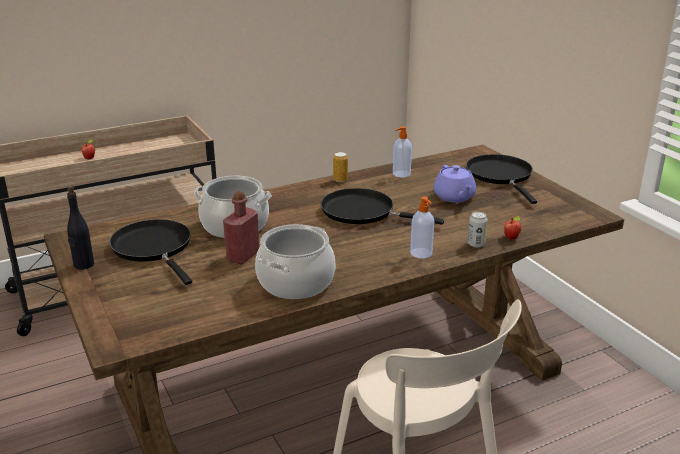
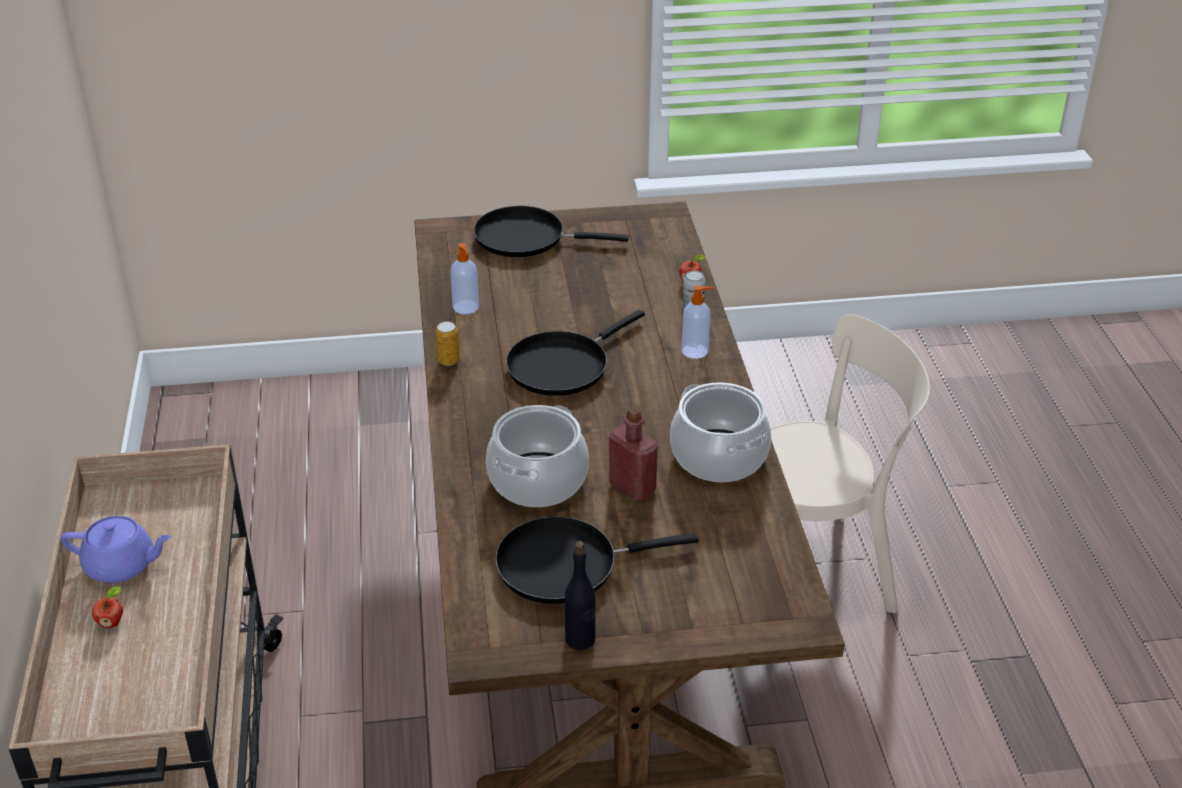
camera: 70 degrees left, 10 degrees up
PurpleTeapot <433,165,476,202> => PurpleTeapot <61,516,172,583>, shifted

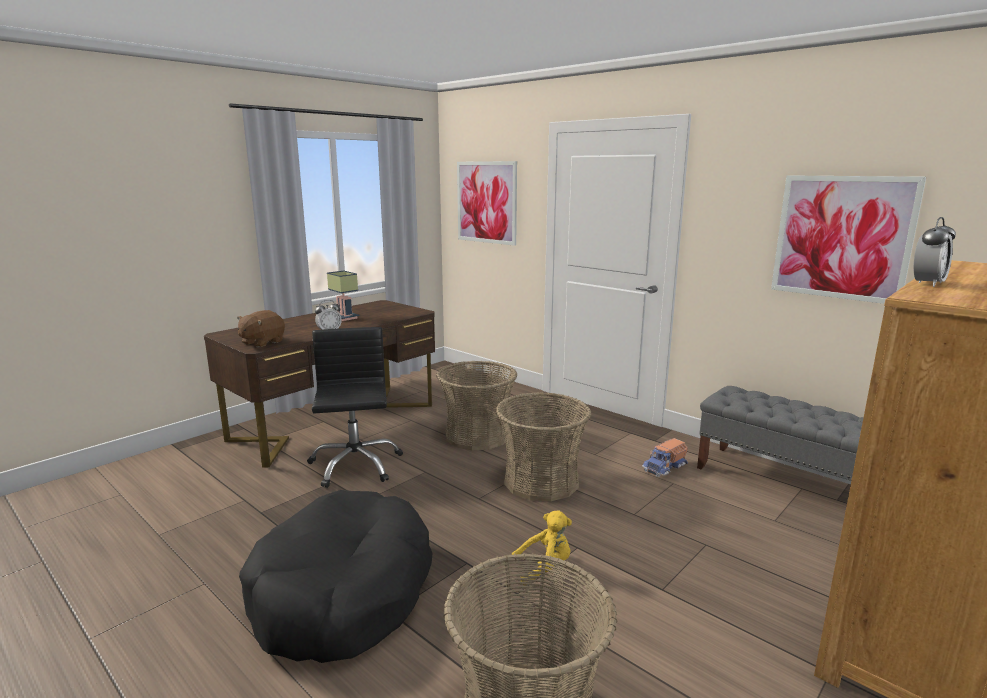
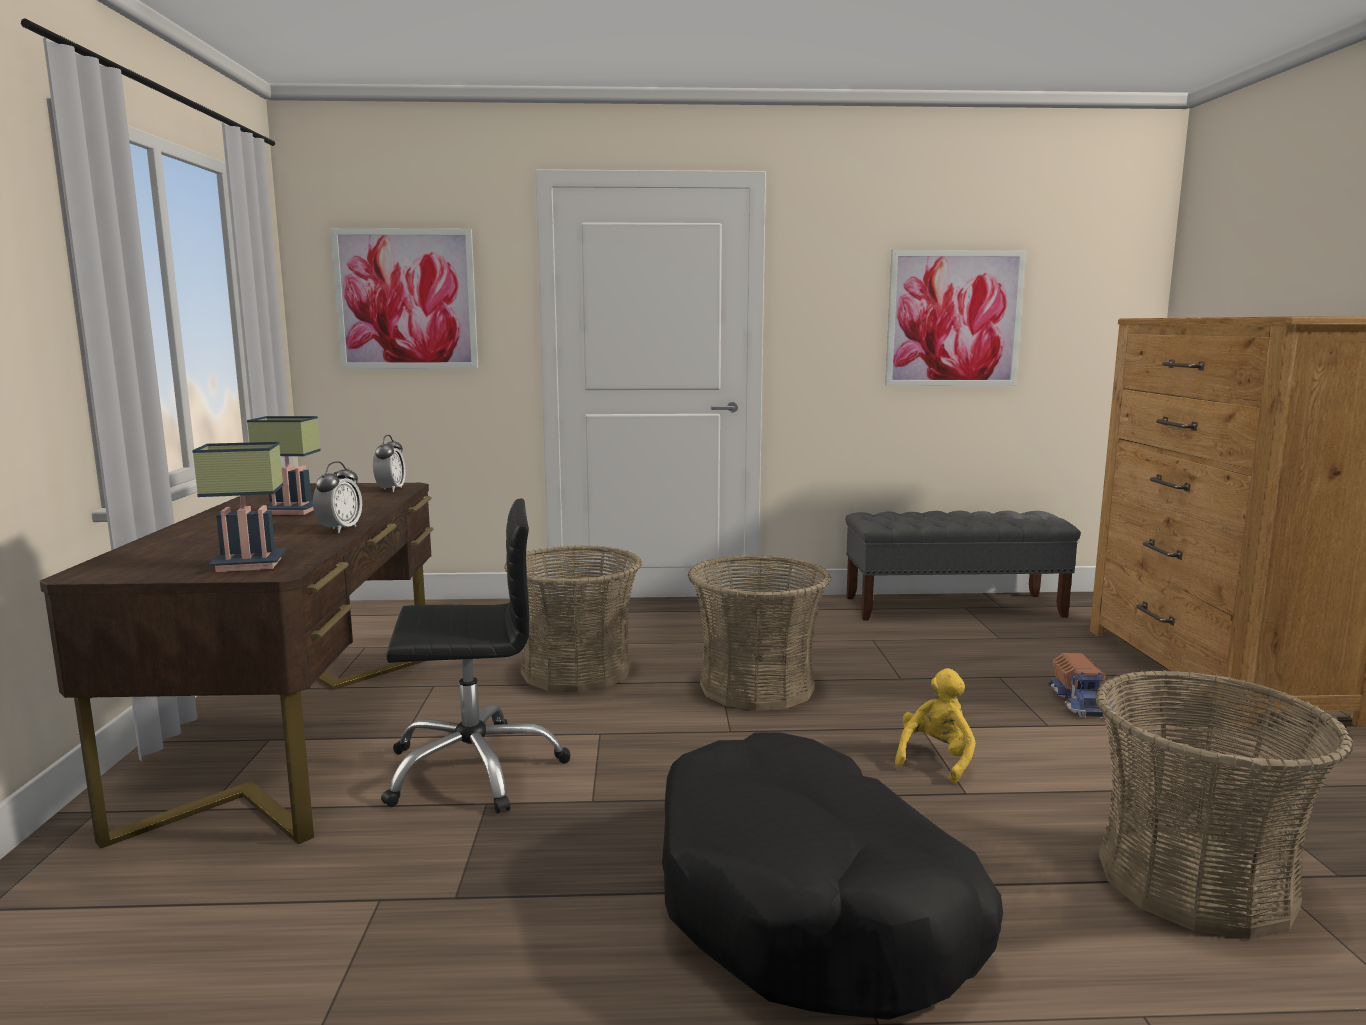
camera: 45 degrees left, 5 degrees down
ToyTruck <642,438,688,477> => ToyTruck <1048,653,1116,718>, shifted
AlarmClock <913,217,956,287> => AlarmClock <373,435,406,492>, shifted
BrownPlushToy <237,310,285,348> => TableLamp <192,442,287,572>
BlackOfficeChair <307,327,403,488> => BlackOfficeChair <381,498,571,814>, 135 degrees clockwise

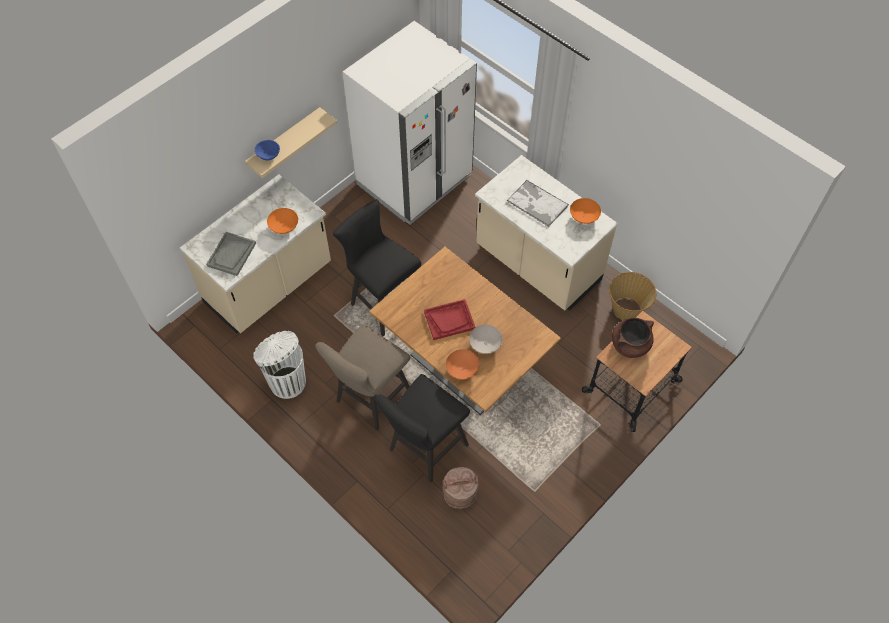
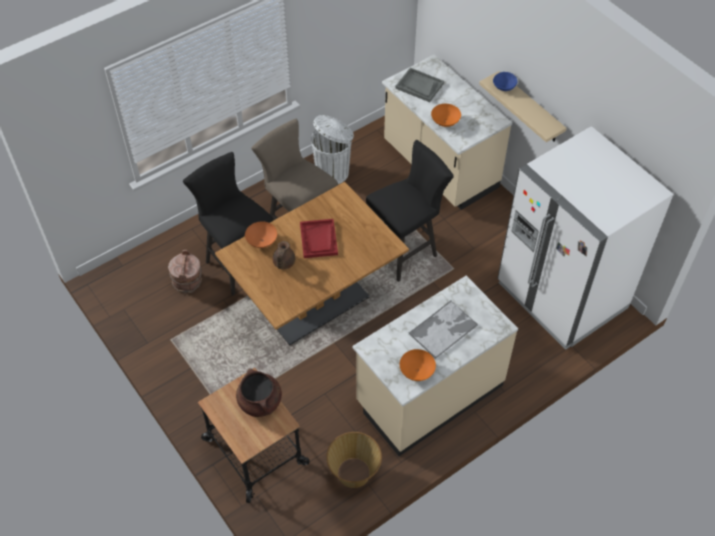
camera: 100 degrees right, 5 degrees down
WhiteBowl <469,325,502,354> => BrownTeapot <272,241,295,269>

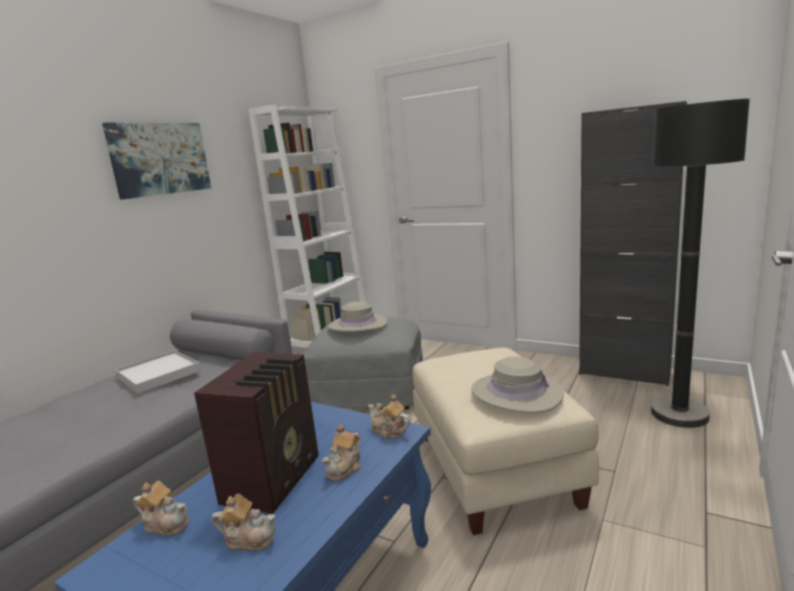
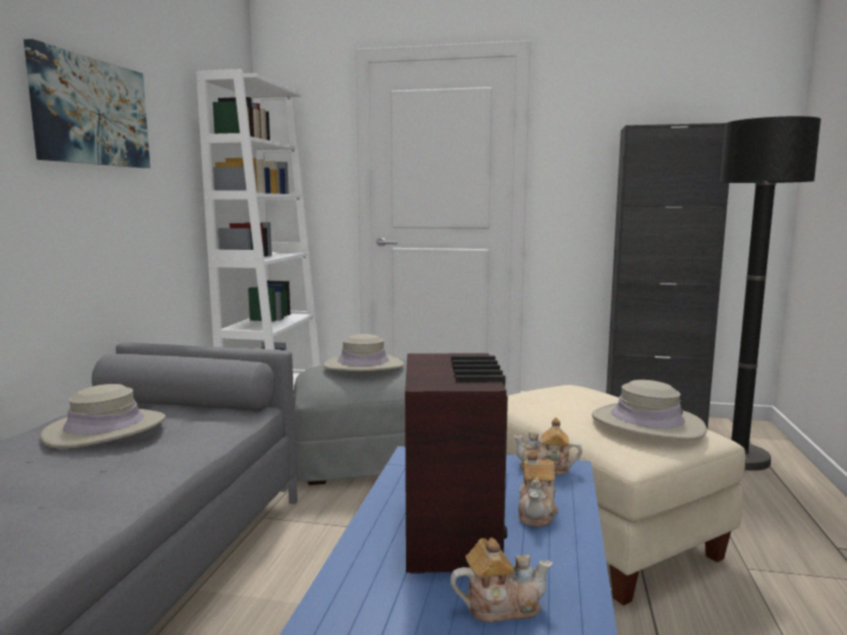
camera: 20 degrees left, 5 degrees down
Teapot <133,481,189,536> => nothing
WhiteTray <115,350,201,394> => BeigeHat <40,384,166,449>

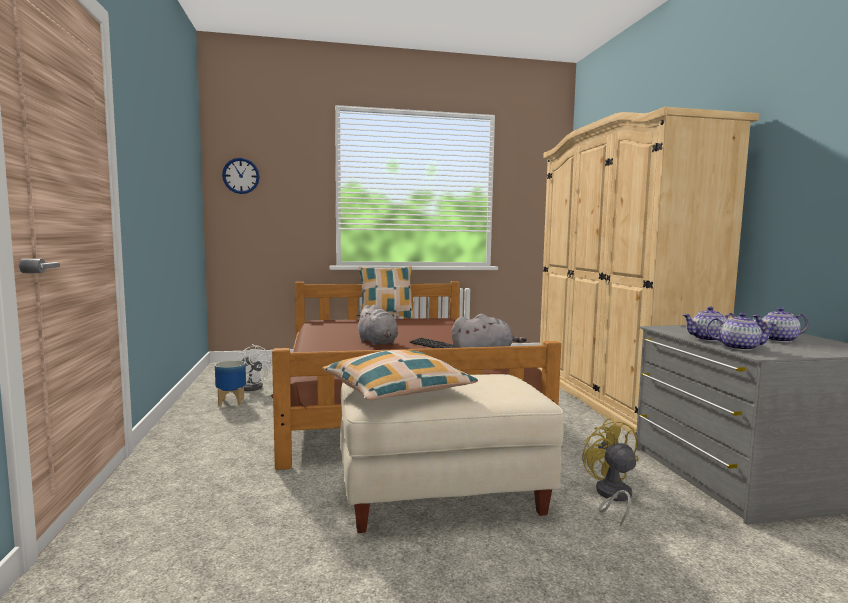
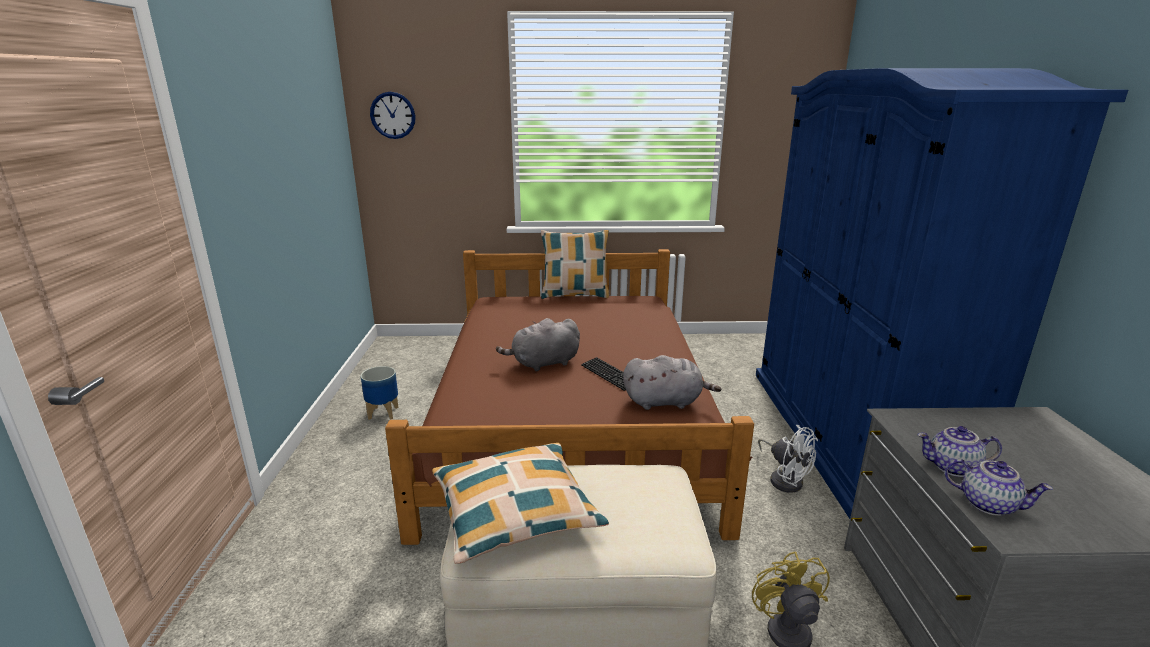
camera: 10 degrees right, 15 degrees up
Teapot <753,307,809,342> => nothing
WhiteFan <238,344,272,391> => WhiteFan <758,425,818,493>, shifted
BeigeWardrobe <538,107,759,436> => BlueWardrobe <756,68,1128,519>
GreyPlushToy <356,305,398,345> => GreyPlushToy <496,318,580,372>, 90 degrees clockwise

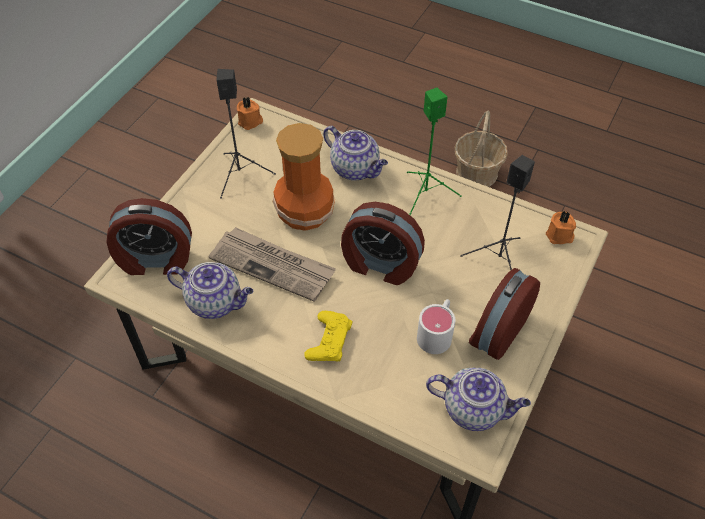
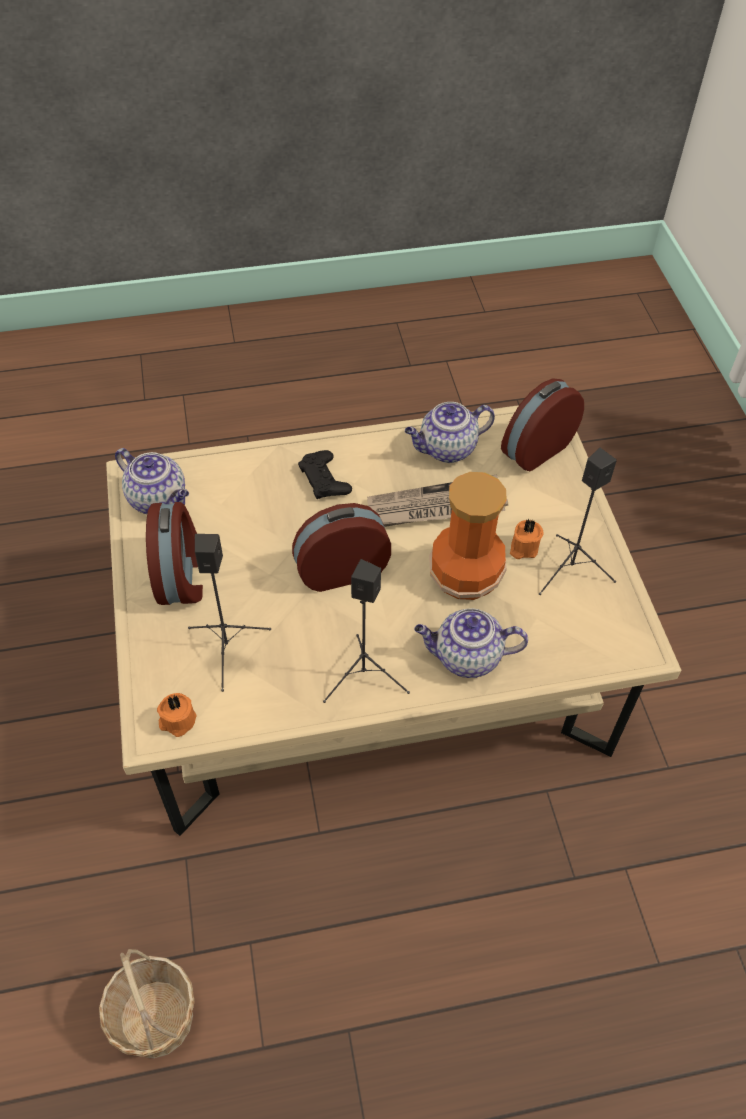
camera: 140 degrees right, 0 degrees up
WhiteMug <417,299,455,354> => nothing
OrangeCandle <237,96,263,130> => OrangeCandle <510,518,544,559>, shifted
Basket <455,111,508,187> => Basket <99,949,195,1058>, shifted
YellowGameController <304,311,353,362> => BlackGameController <298,450,352,499>
GreenSpeaker <407,87,462,215> => BlackSpeaker <323,559,410,703>
Teapot <426,368,531,431> => Teapot <115,448,189,514>, 120 degrees counterclockwise

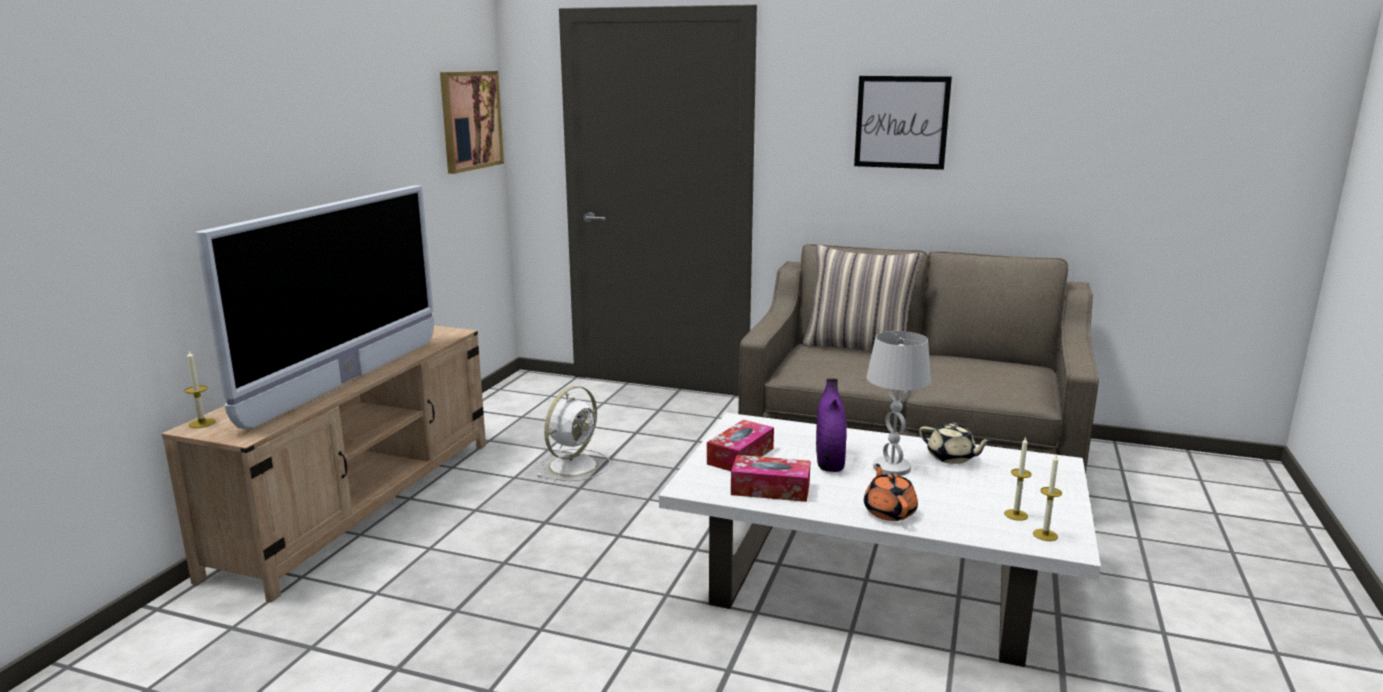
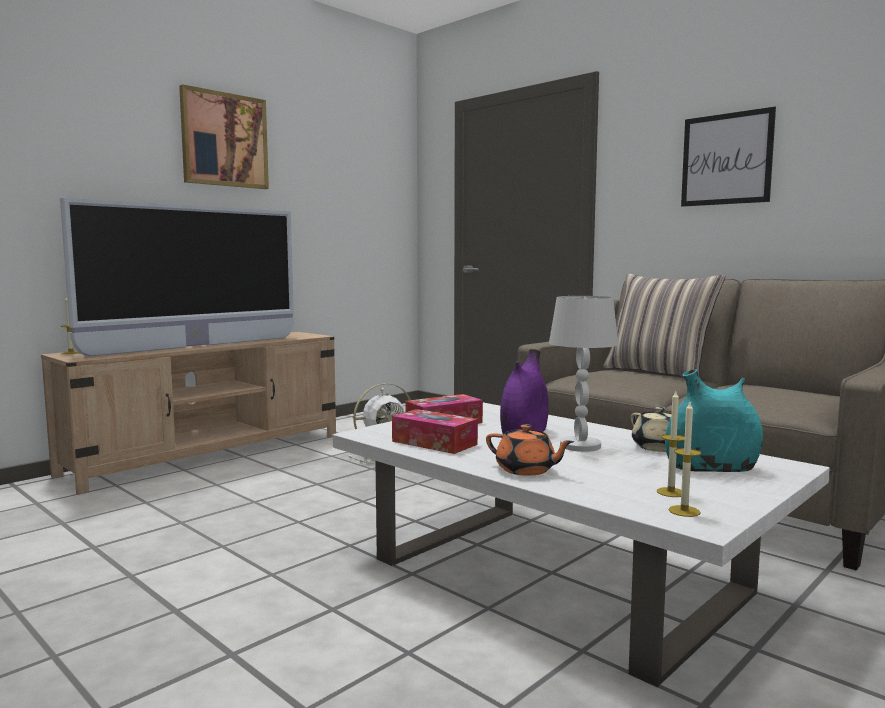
camera: 25 degrees right, 10 degrees down
nothing => TurquoiseVase <665,369,763,472>
Picture <440,71,504,174> => Picture <179,84,269,189>, shifted
OrangeTeapot <864,464,918,521> => OrangeTeapot <486,424,574,476>, 105 degrees clockwise

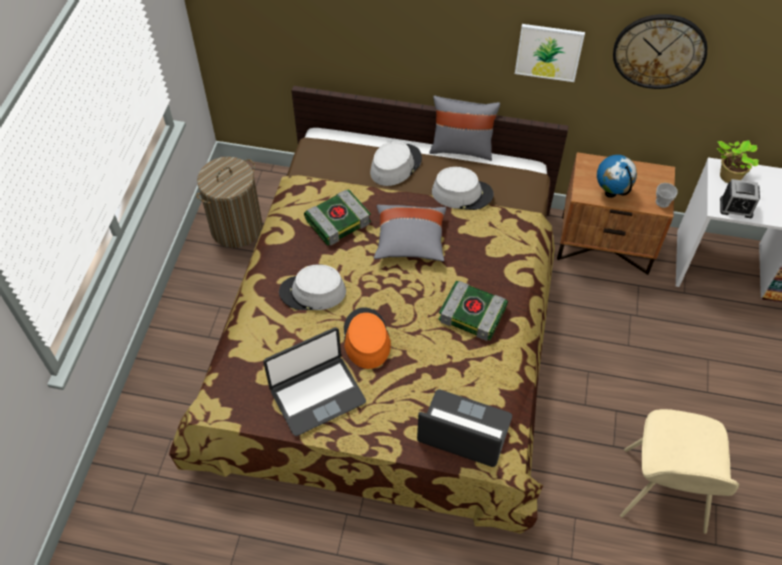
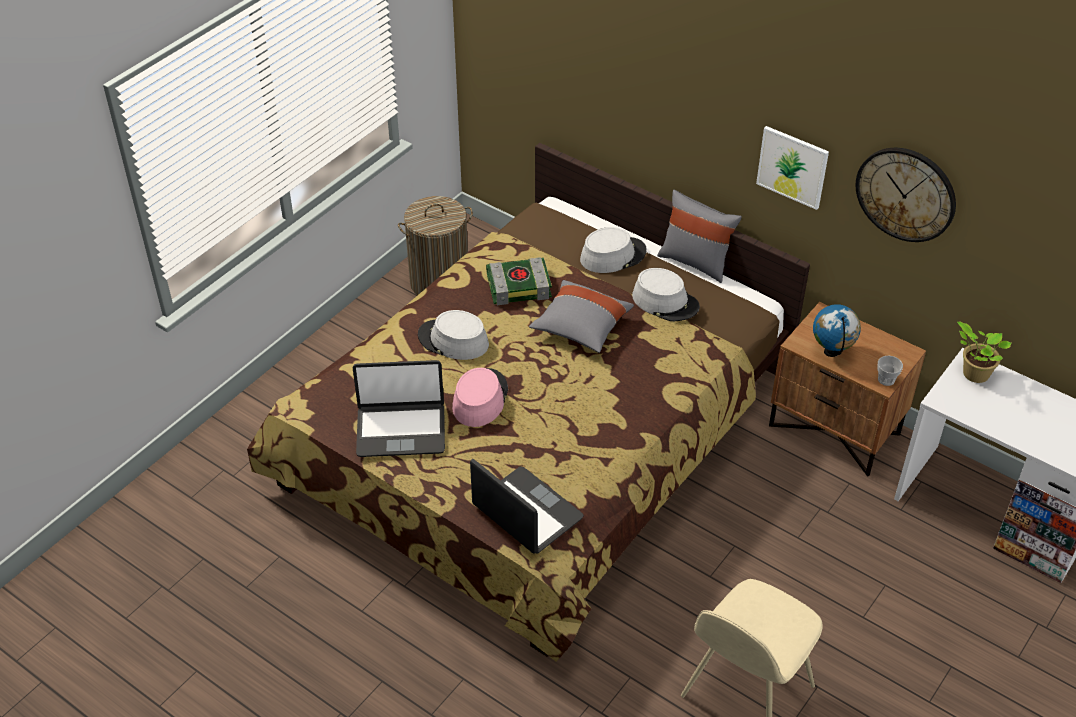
camera: 25 degrees right, 10 degrees down
Book <438,281,508,341> => nothing
AlarmClock <720,179,760,218> => nothing
OrangeHat <344,307,391,369> => PinkHat <452,368,508,427>

